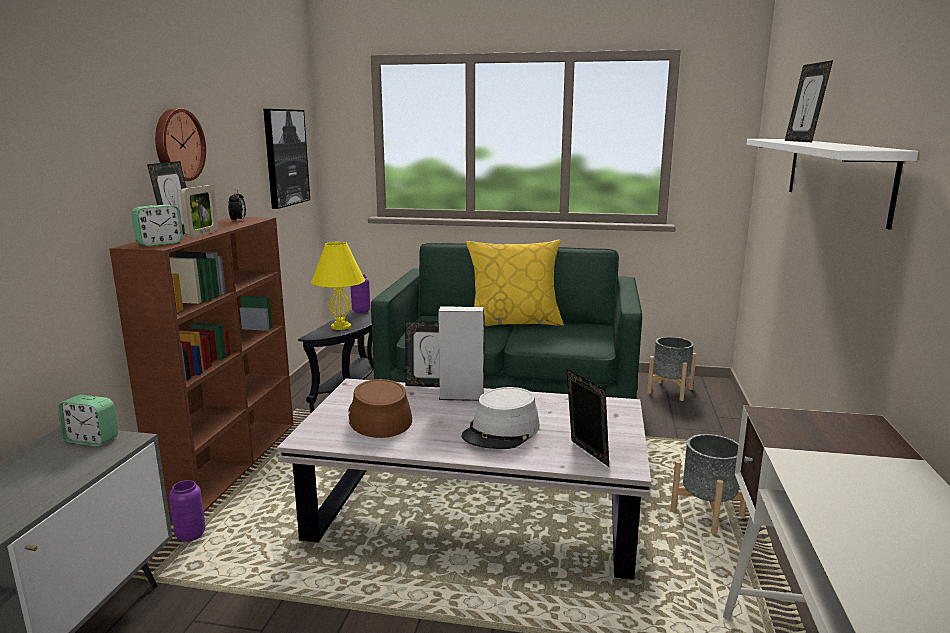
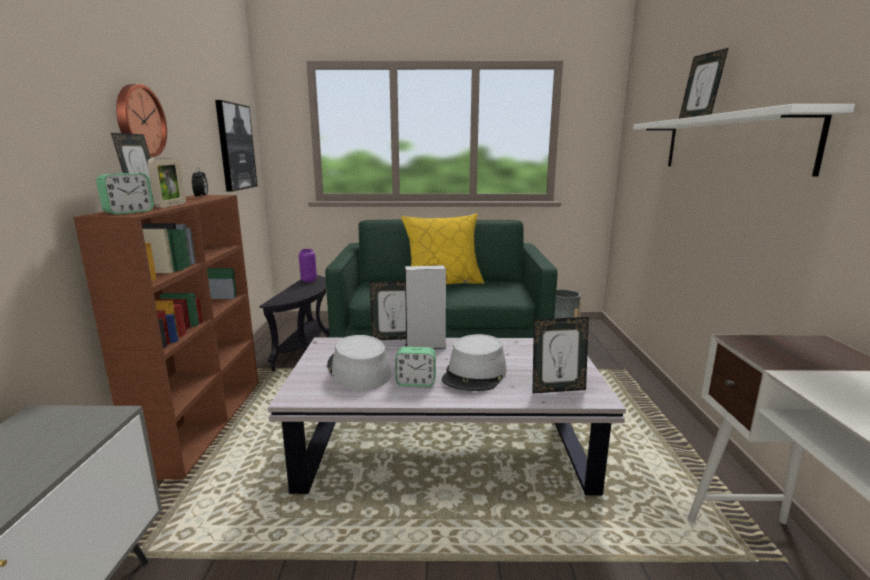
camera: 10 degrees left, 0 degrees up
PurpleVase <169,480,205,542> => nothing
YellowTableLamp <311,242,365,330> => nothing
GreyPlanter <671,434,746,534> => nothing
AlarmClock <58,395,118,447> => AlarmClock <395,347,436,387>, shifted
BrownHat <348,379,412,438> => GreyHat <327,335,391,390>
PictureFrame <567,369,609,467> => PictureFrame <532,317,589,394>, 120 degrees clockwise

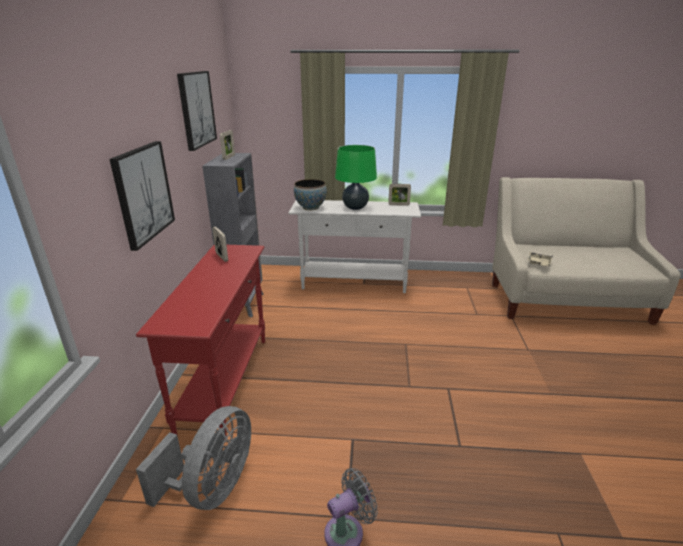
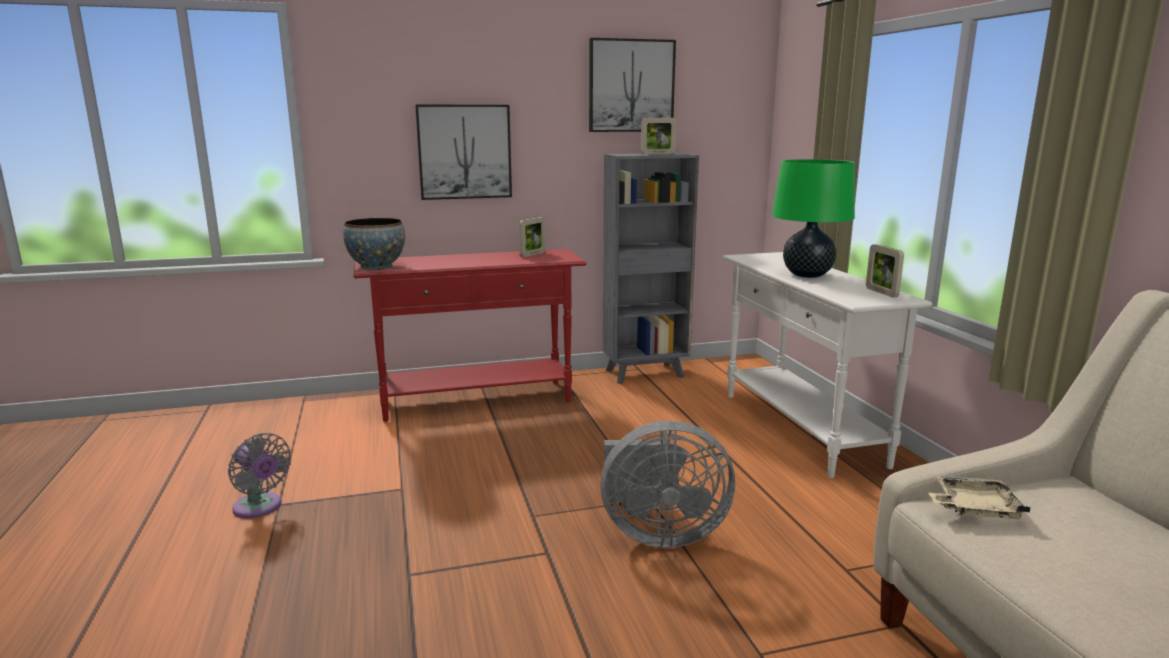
camera: 70 degrees right, 10 degrees down
GreyFan <136,406,251,510> => GreyFan <600,420,735,548>, shifted
Bowl <294,179,327,210> => Bowl <343,218,405,270>, shifted

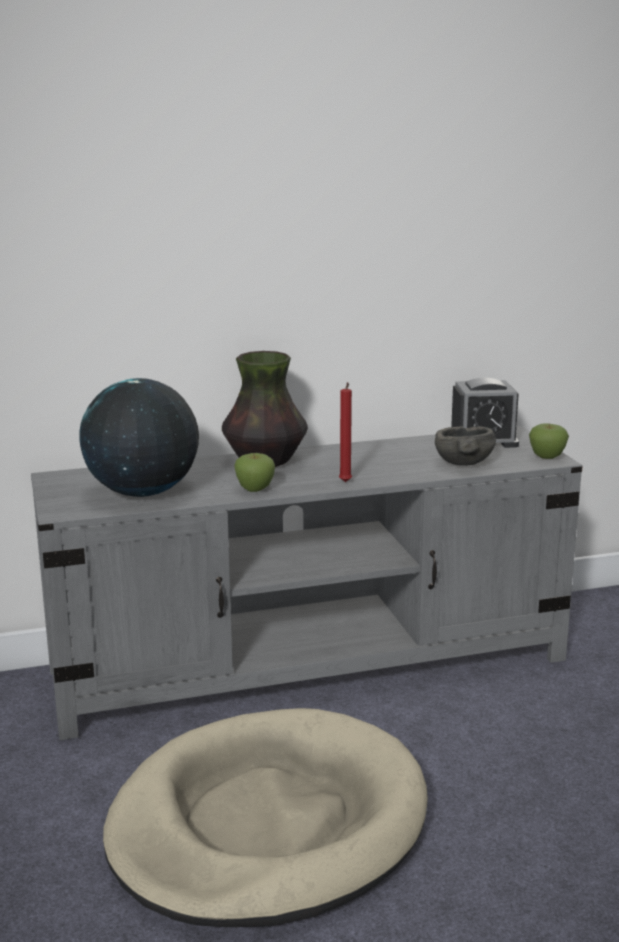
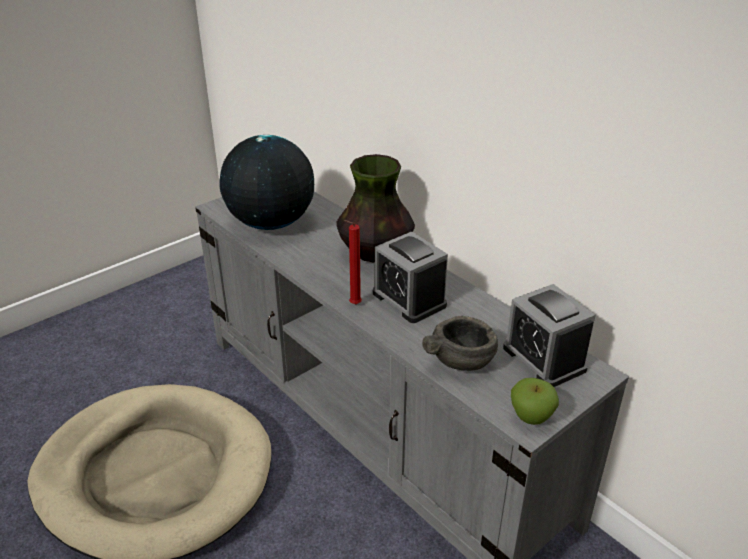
camera: 65 degrees right, 15 degrees up
Apple <234,453,275,492> => nothing
nothing => AlarmClock <373,232,448,323>

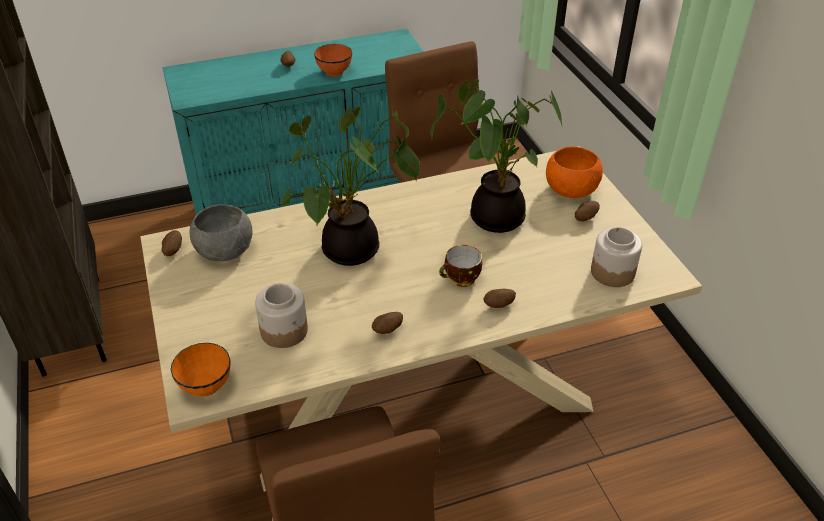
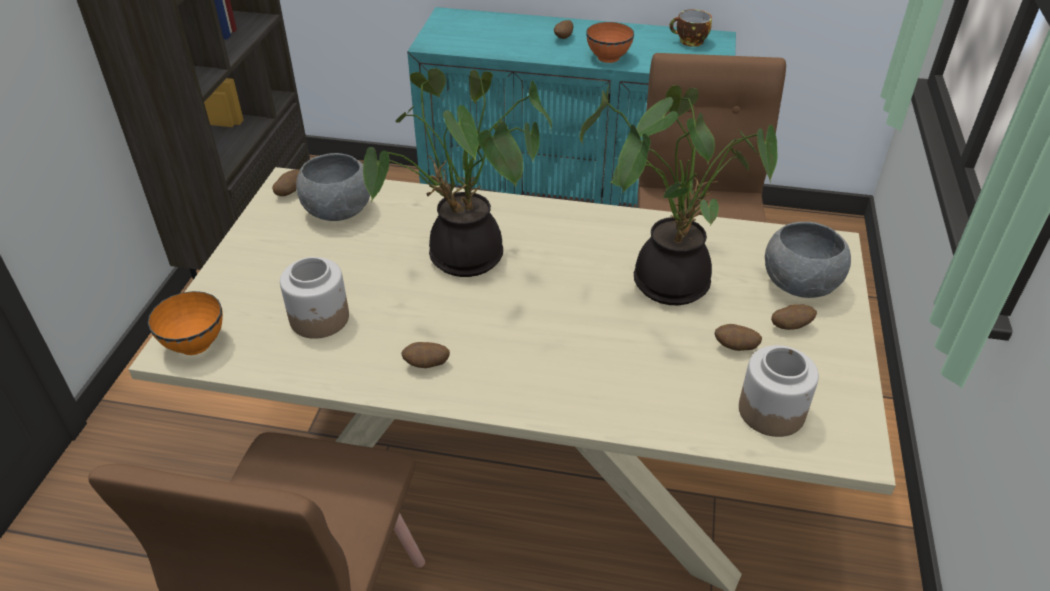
camera: 30 degrees right, 0 degrees up
Cup <439,245,482,287> => Cup <669,9,712,47>, shifted
Potato <484,289,516,308> => Potato <715,324,762,351>, shifted
OrangeBowl <546,146,603,198> => GreyBowl <765,222,851,298>

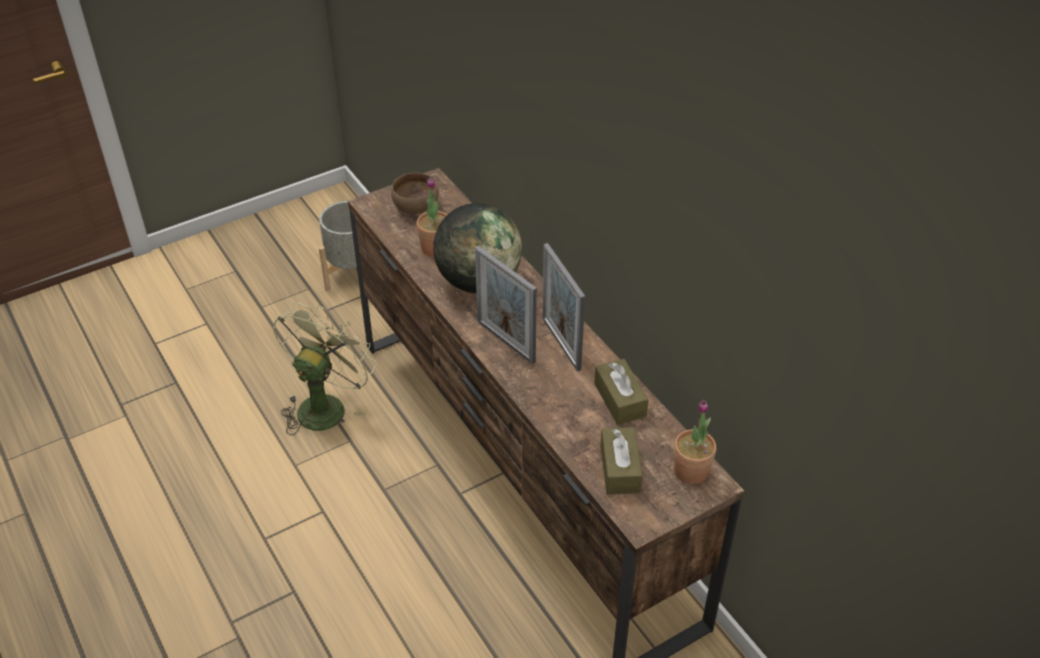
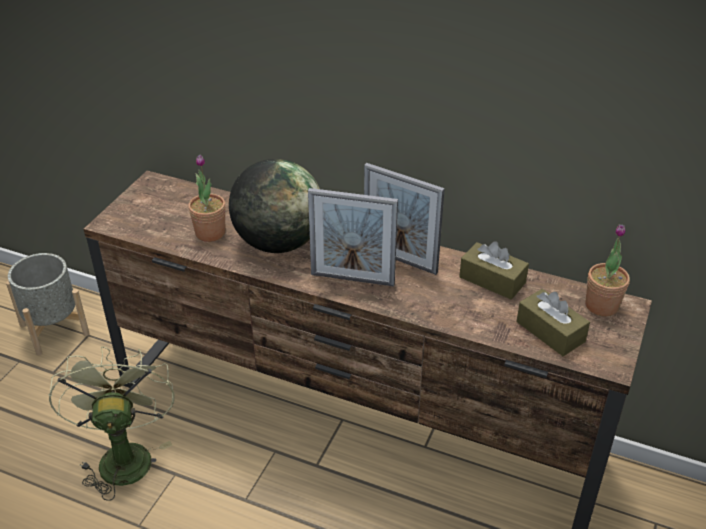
camera: 35 degrees left, 5 degrees down
BrownBowl <391,173,439,214> => nothing

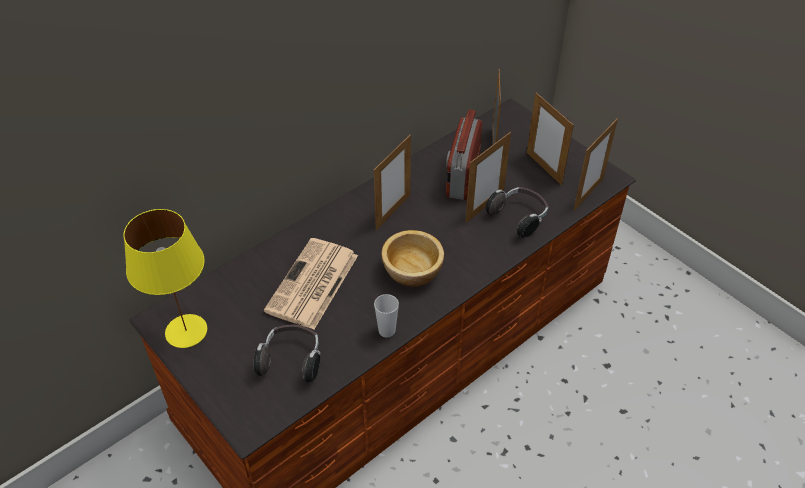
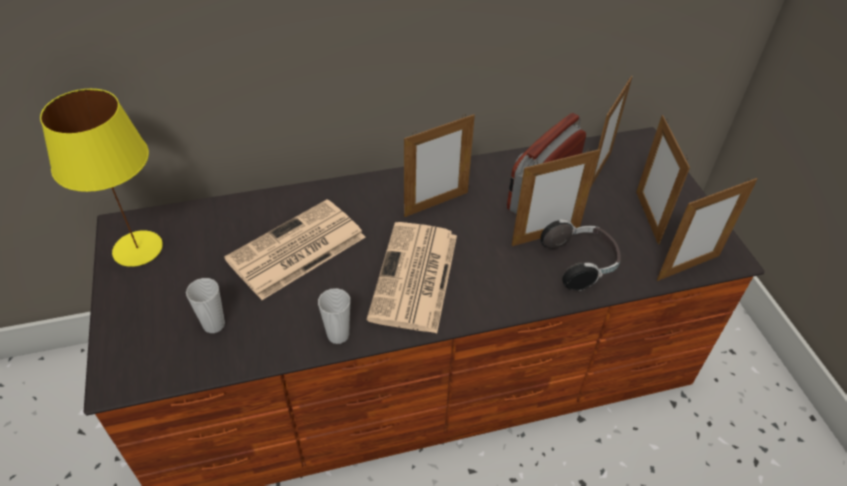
camera: 25 degrees right, 0 degrees up
Headphones <254,325,320,383> => Cup <186,278,225,333>
Bowl <381,230,444,287> => Newspaper <367,222,457,333>

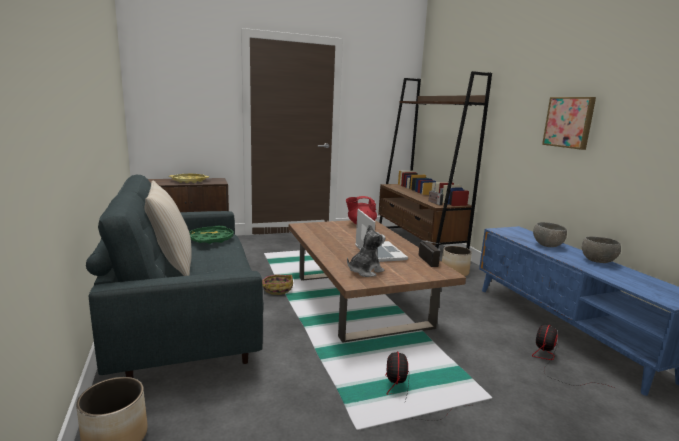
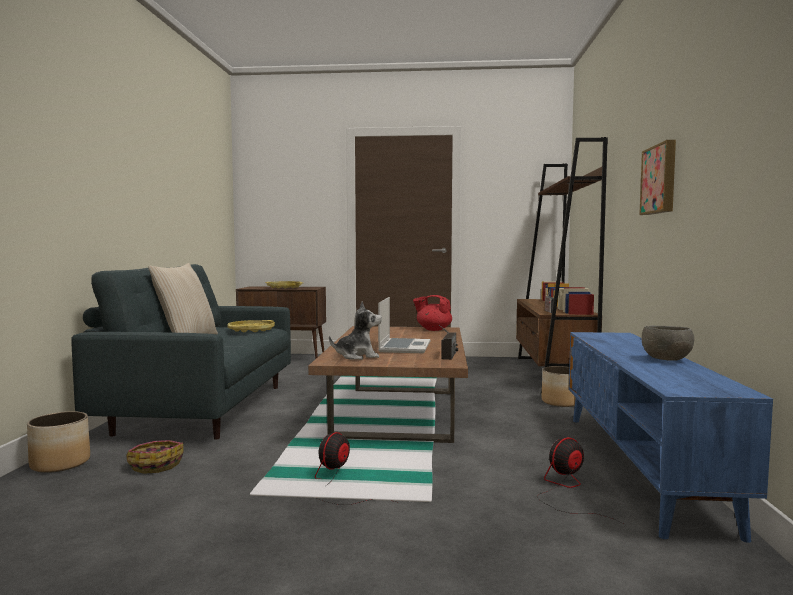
camera: 25 degrees right, 10 degrees down
GreyBowl <533,222,567,247> => nothing
Basket <262,274,293,295> => Basket <126,440,183,474>, shifted
GreenTray <189,226,234,244> => YellowTray <227,320,275,332>

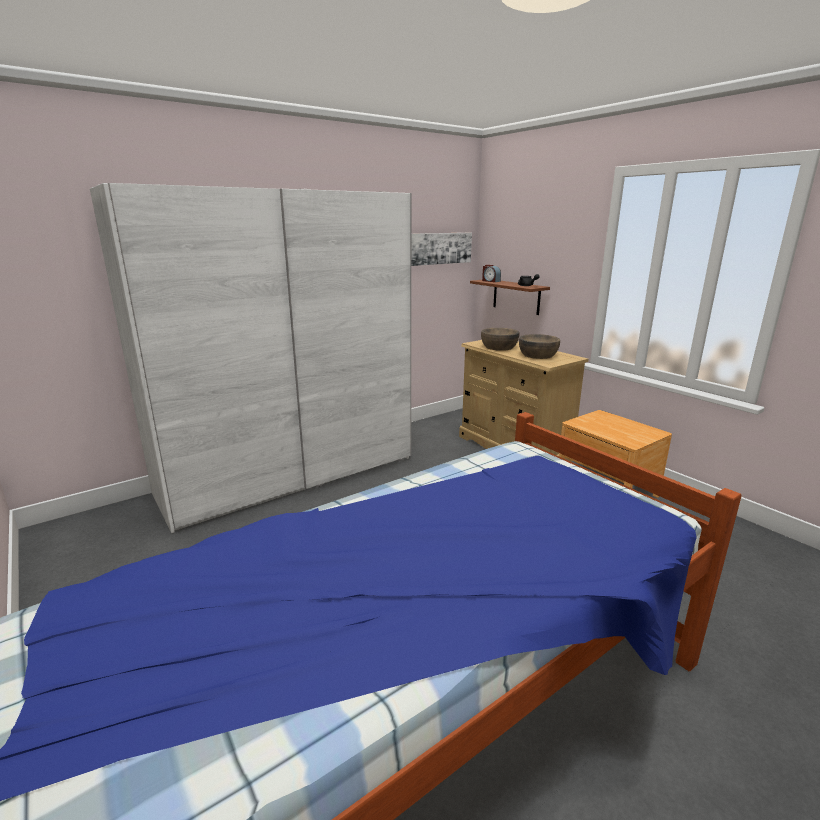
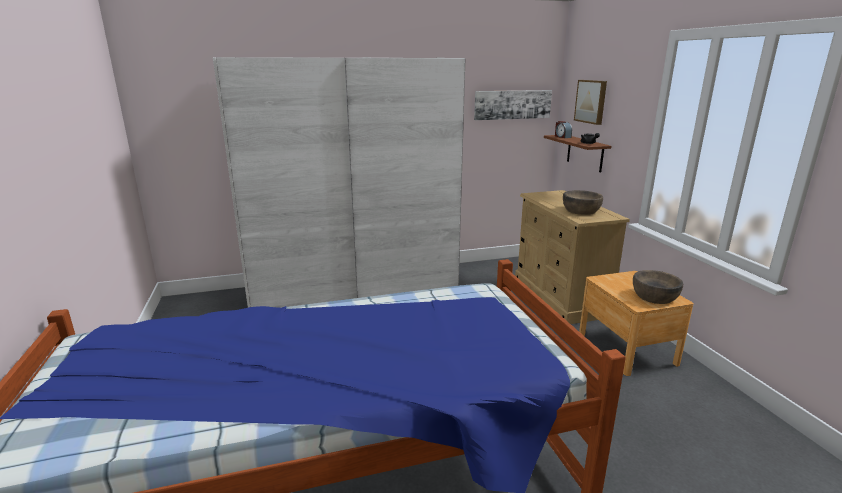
camera: 20 degrees right, 0 degrees up
nothing => Picture <574,80,607,125>
BrownBowl <481,328,519,351> => BrownBowl <633,270,683,304>, shifted

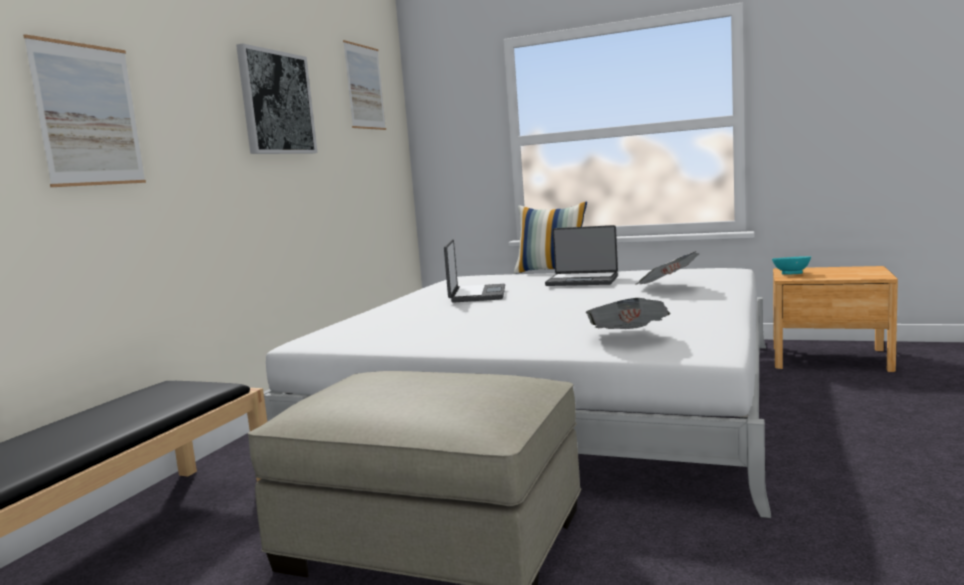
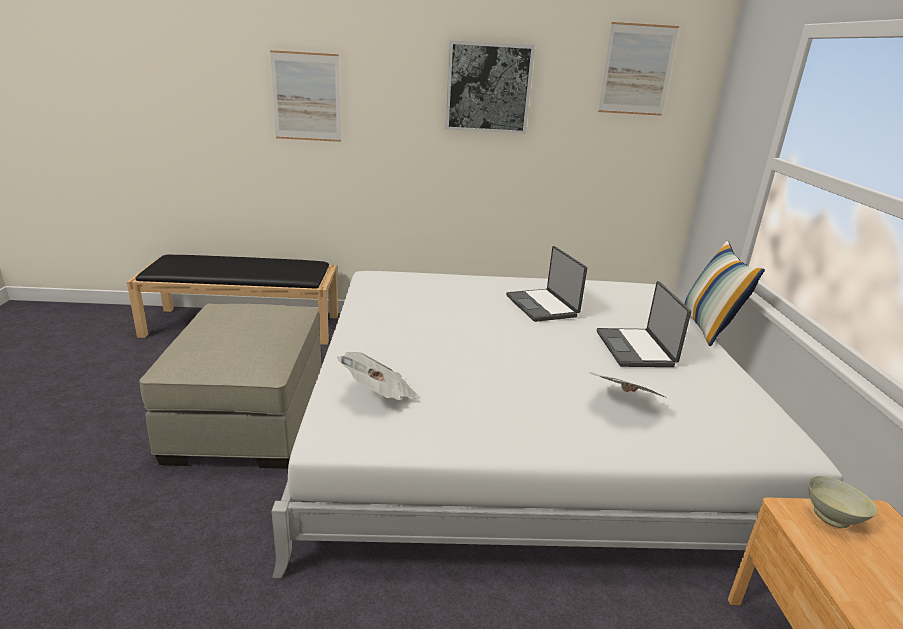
camera: 65 degrees right, 15 degrees up
TurquoiseBowl <772,256,811,275> => BeigeBowl <808,476,877,528>
Laptop <444,239,505,303> => Laptop <506,246,587,322>, 90 degrees clockwise

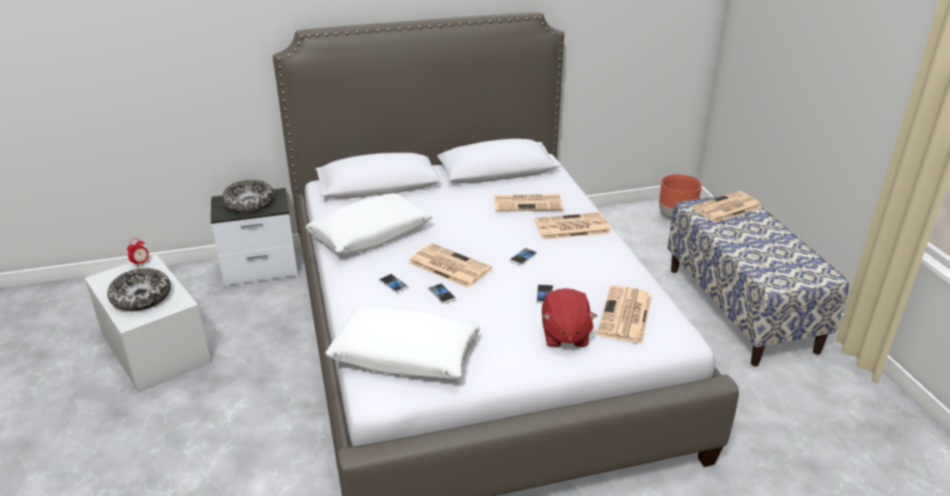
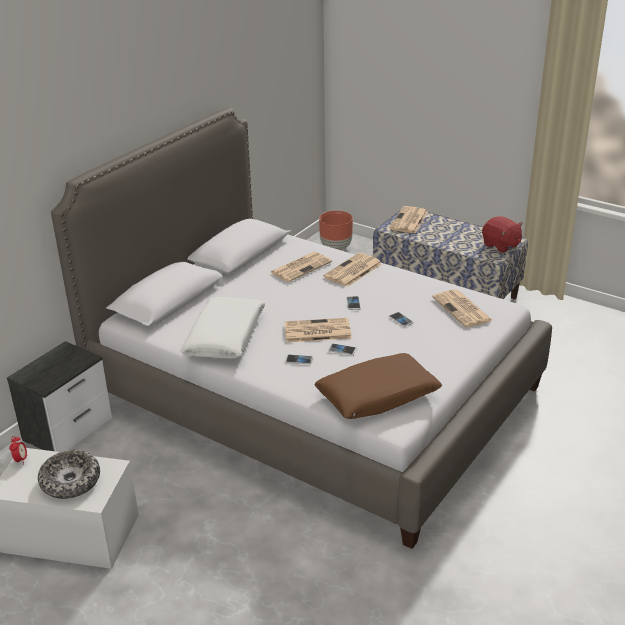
camera: 40 degrees left, 0 degrees up
Bowl <222,180,274,213> => nothing
RedPlushToy <542,288,597,347> => RedPlushToy <482,216,523,253>, shifted
WhitePillow <325,306,480,379> => BrownPillow <314,353,442,419>

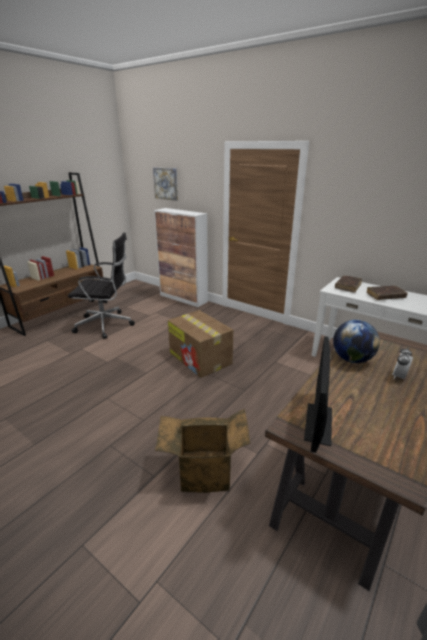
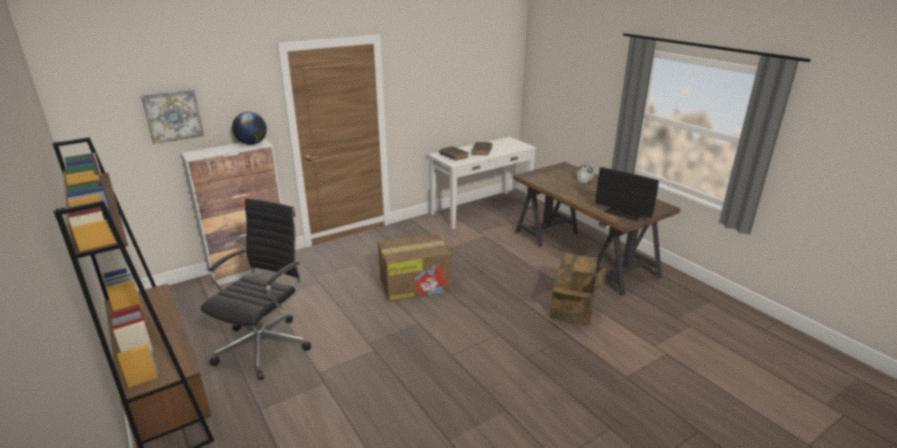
camera: 70 degrees left, 0 degrees up
Globe <333,320,380,363> => Globe <232,111,267,145>, shifted

